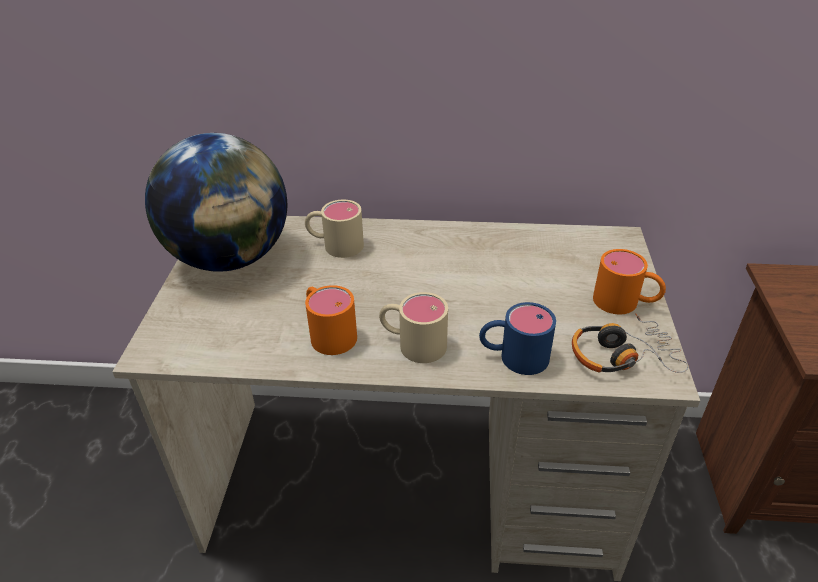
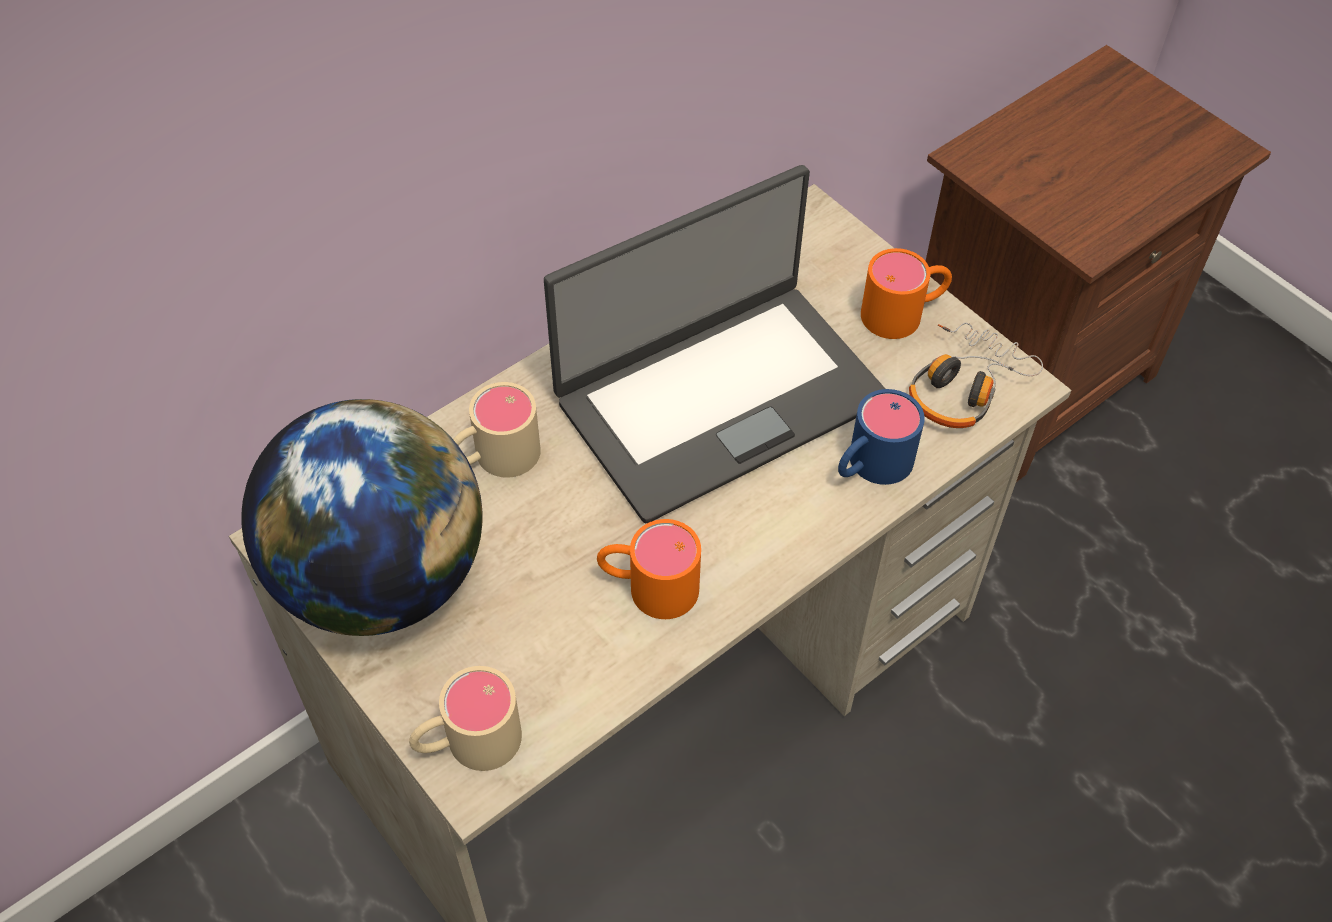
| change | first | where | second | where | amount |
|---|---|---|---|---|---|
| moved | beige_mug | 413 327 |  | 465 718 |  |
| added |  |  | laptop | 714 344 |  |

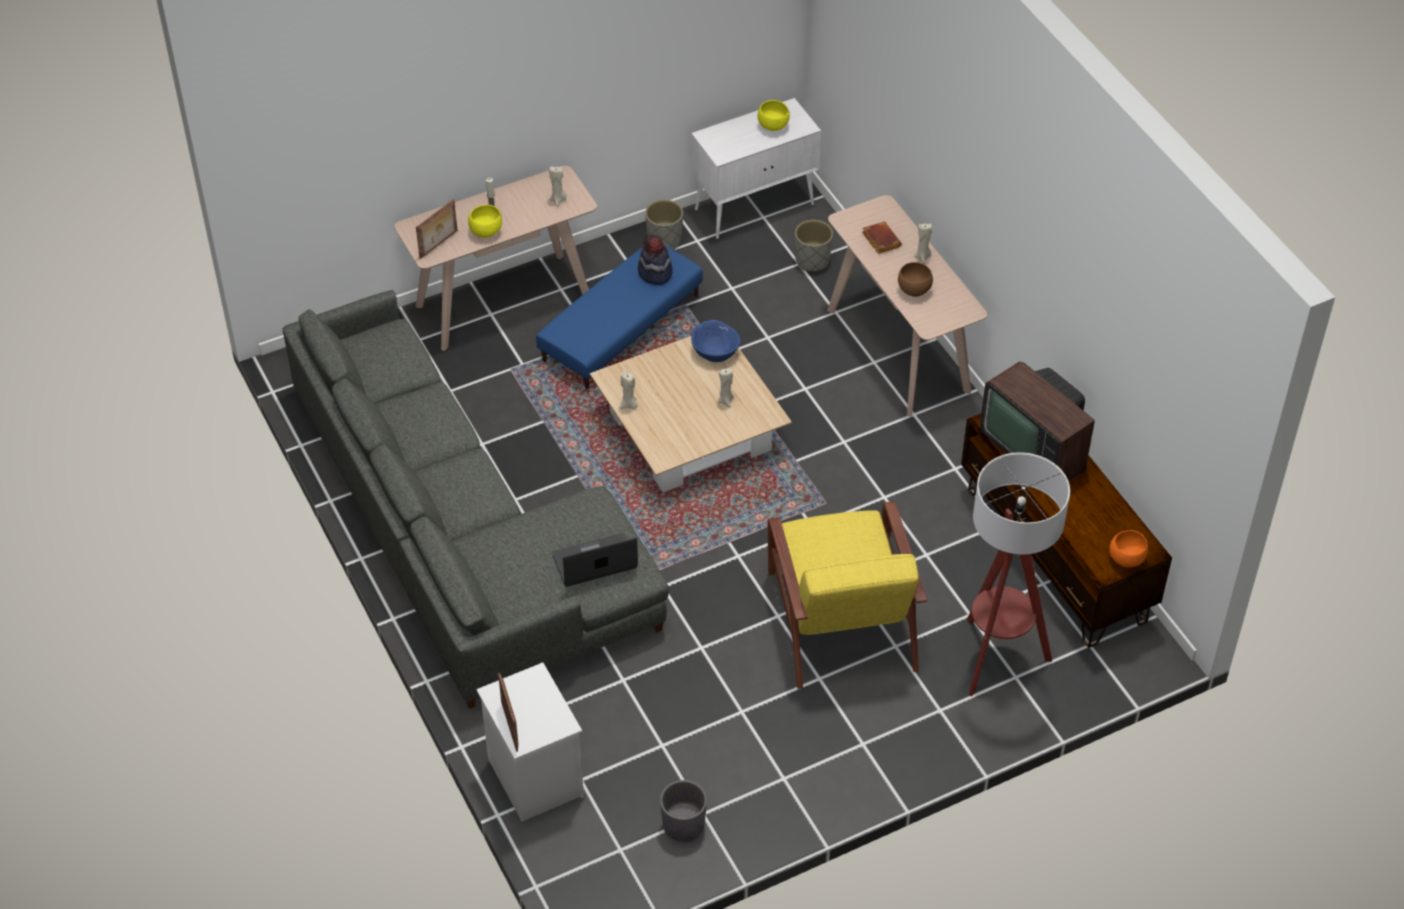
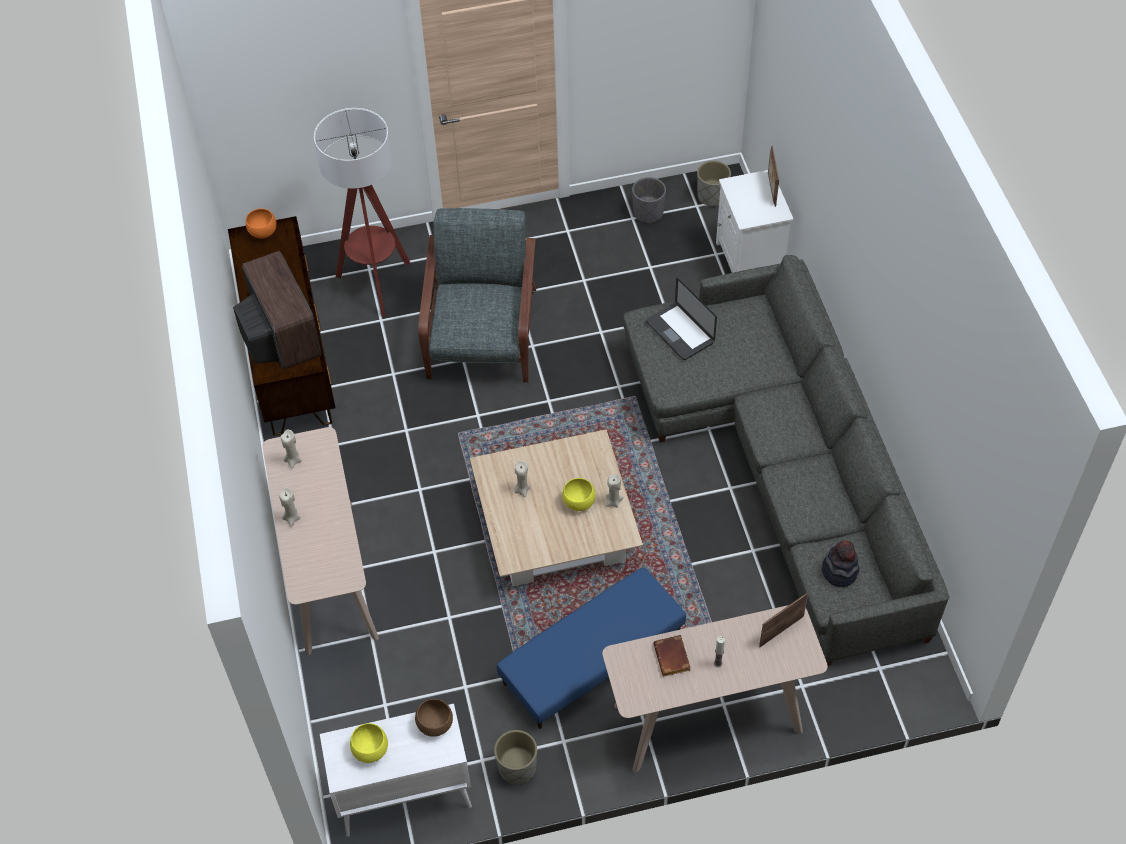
| change | first | where | second | where | amount |
|---|---|---|---|---|---|
| moved | beige_candle | 558 186 |  | 291 449 |  |
| moved | yellow_bowl | 485 221 |  | 579 494 |  |
| moved | grey_planter | 814 245 |  | 714 183 |  |
| moved | brown_book | 882 238 |  | 672 655 |  |
| moved | hat | 655 259 |  | 840 563 |  |
| moved | brown_bowl | 915 279 |  | 434 718 |  |
| removed | blue_bowl | 715 341 |  |  |  |
| recoloured | yellow_armchair | 847 595 | grey_armchair | 477 295 |  |
| turned | laptop | 595 560 |  | 681 319 | 60 degrees clockwise |

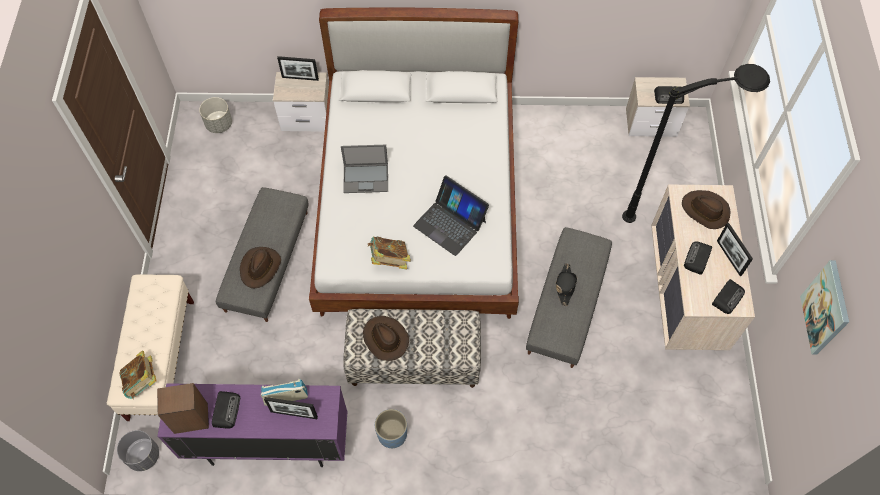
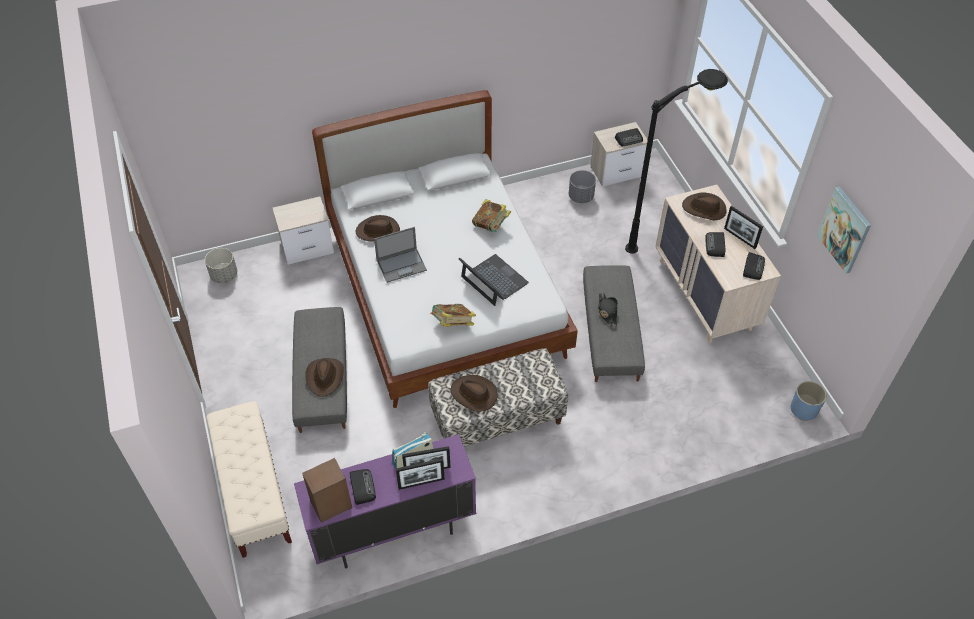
| change | first | where | second | where | amount |
|---|---|---|---|---|---|
| moved | picture_frame | 298 68 |  | 420 474 |  |
| turned | laptop | 451 215 |  | 493 280 | 150 degrees counterclockwise |
| moved | book | 138 374 |  | 491 215 |  |
| moved | blue_planter | 391 428 |  | 809 401 |  |
| moved | grey_planter | 138 450 |  | 582 186 |  |
| added |  |  | brown_hat | 377 228 |  |

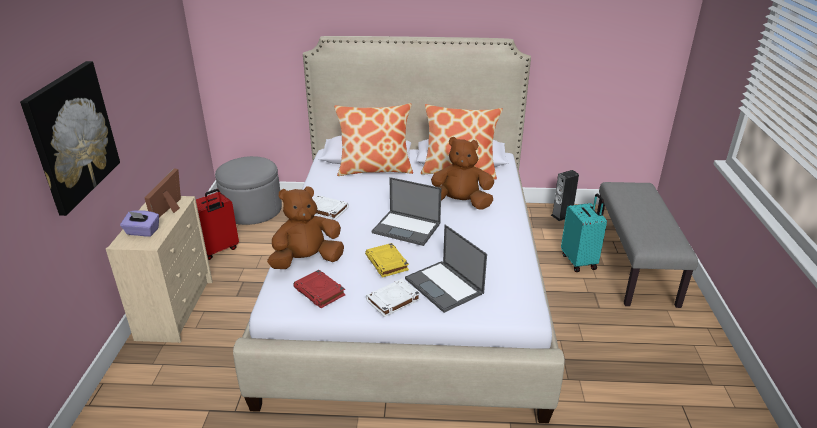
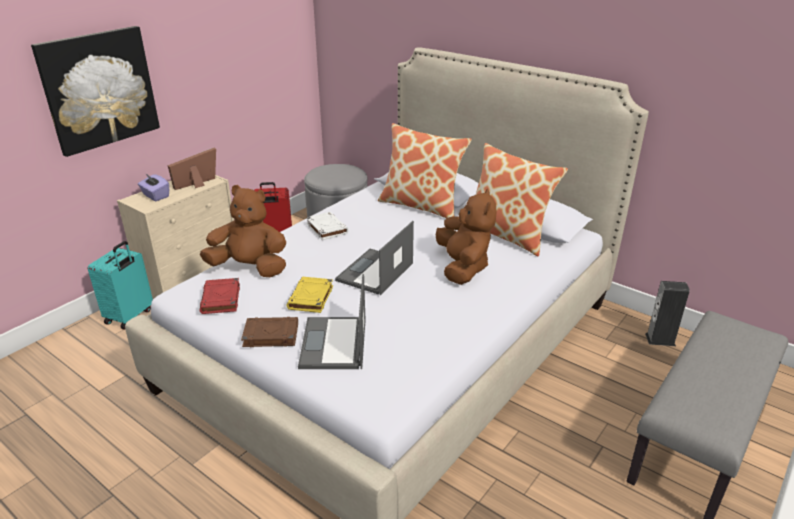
| change | first | where | second | where | amount |
|---|---|---|---|---|---|
| turned | brown_plush_toy | 462 173 |  | 466 237 | 45 degrees clockwise |
| turned | laptop | 406 211 |  | 374 258 | 60 degrees clockwise |
| moved | turquoise_suitcase | 584 233 |  | 120 285 |  |
| recoloured | white_book | 393 298 | brown_book | 269 332 |  |

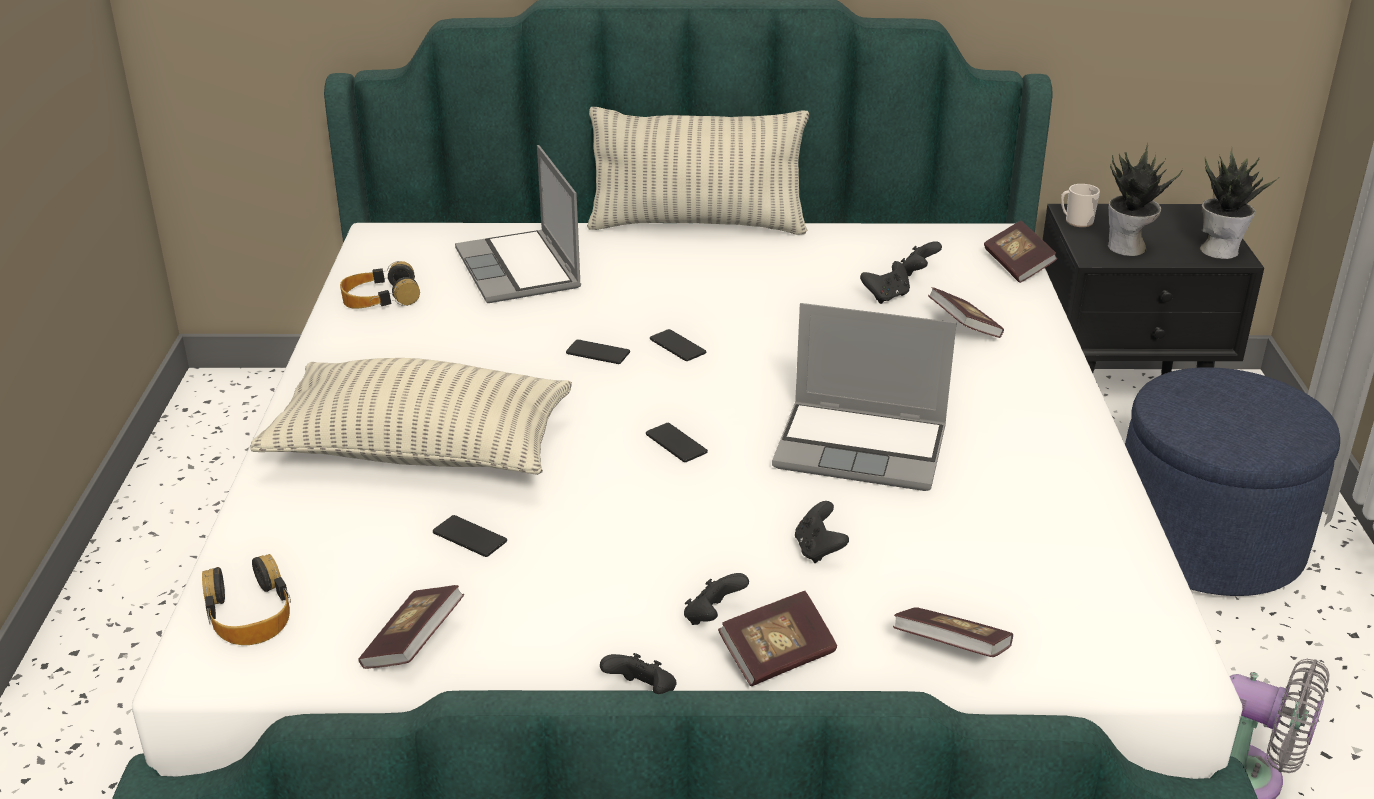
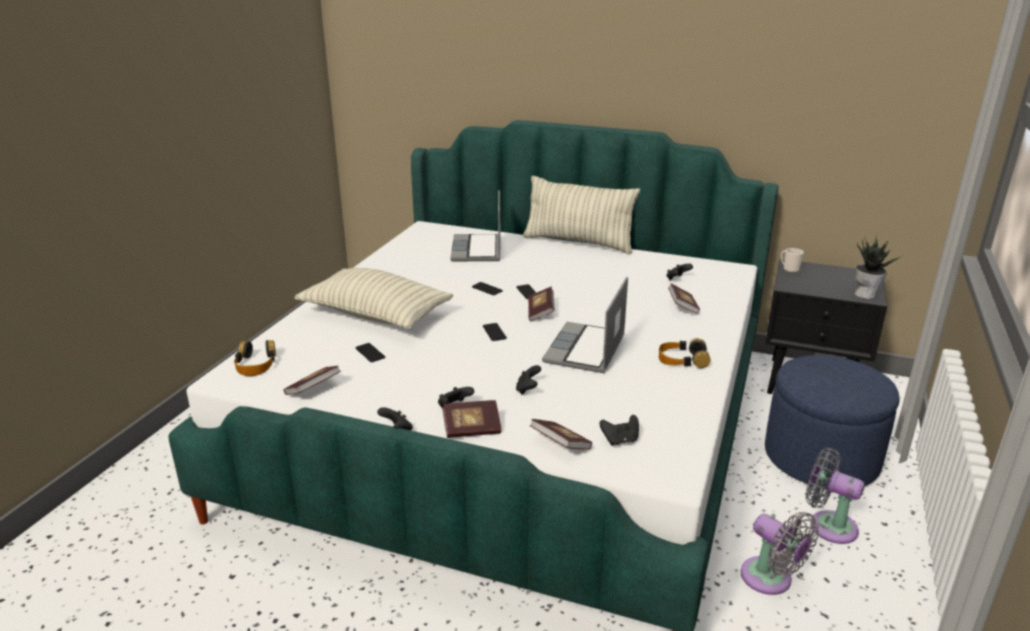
| change | first | where | second | where | amount |
|---|---|---|---|---|---|
| removed | potted_plant | 1145 199 |  |  |  |
| moved | book | 1021 252 |  | 541 303 |  |
| moved | headphones | 380 285 |  | 685 353 |  |
| moved | black_game_controller | 885 282 |  | 619 430 |  |
| turned | laptop | 864 397 |  | 585 325 | 75 degrees clockwise |
| added |  |  | grey_fan | 835 496 |  |

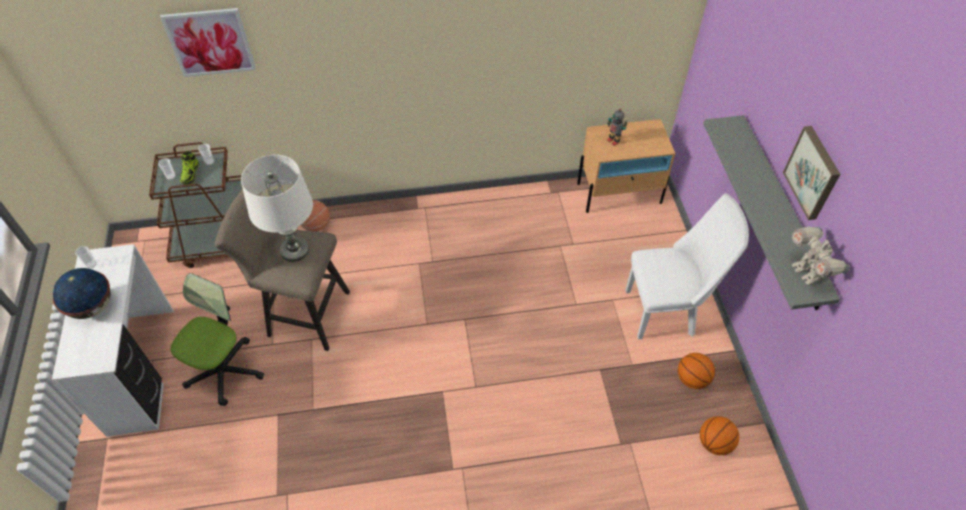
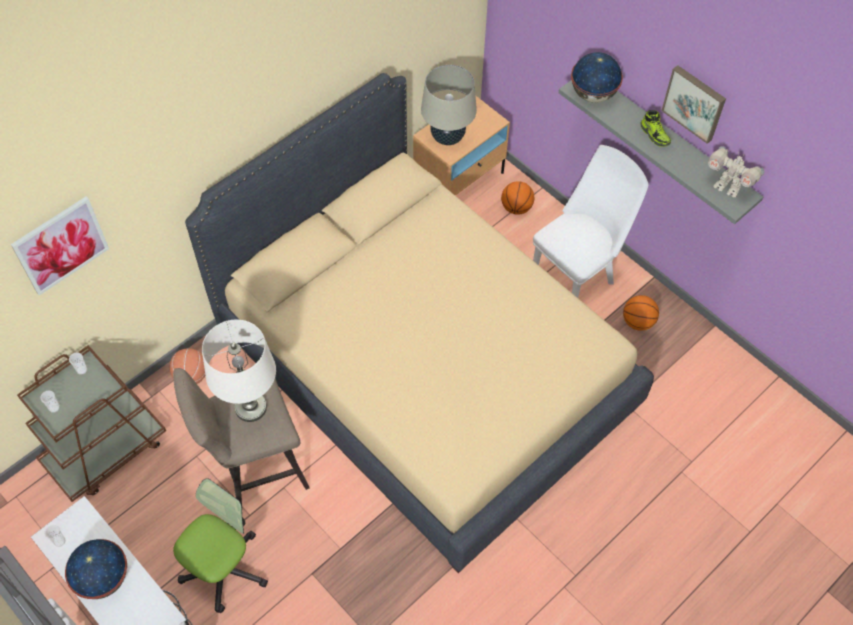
| change | first | where | second | where | amount |
|---|---|---|---|---|---|
| replaced | toy_robot | 617 127 | beige_table_lamp | 449 105 |  |
| moved | shoe | 189 168 |  | 655 128 |  |
| turned | office_chair | 217 339 |  | 220 545 | 45 degrees clockwise |
| moved | basketball | 719 435 |  | 517 198 |  |
| added |  |  | globe | 597 77 |  |
| added |  |  | beige_bed | 419 323 |  |

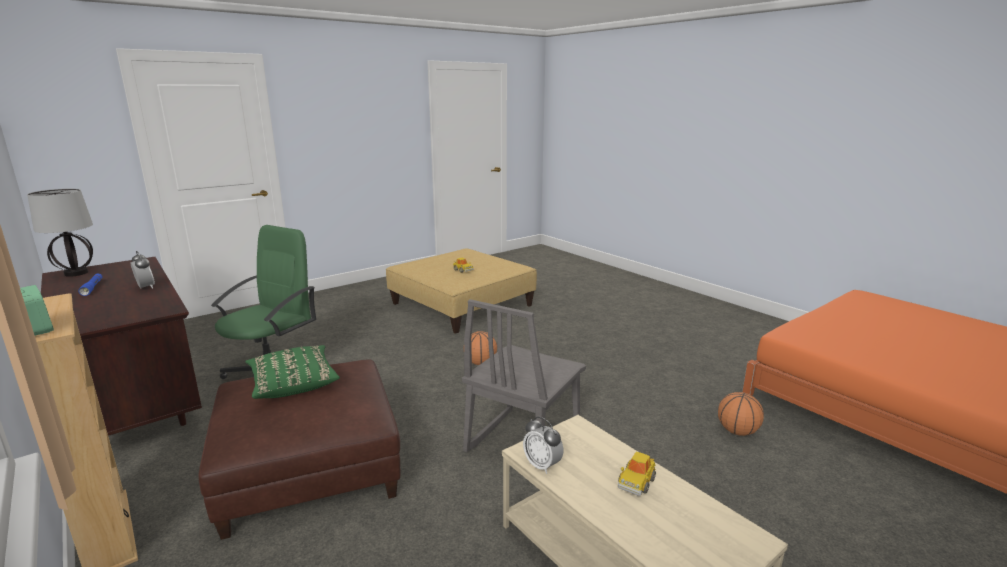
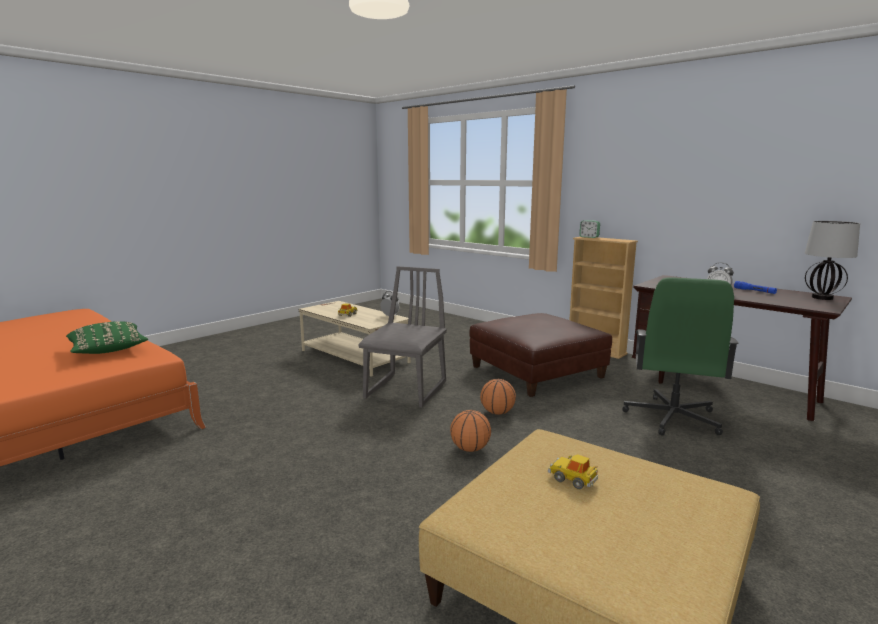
| change | first | where | second | where | amount |
|---|---|---|---|---|---|
| moved | green_pillow | 293 372 |  | 107 337 |  |
| moved | basketball | 741 414 |  | 498 397 |  |

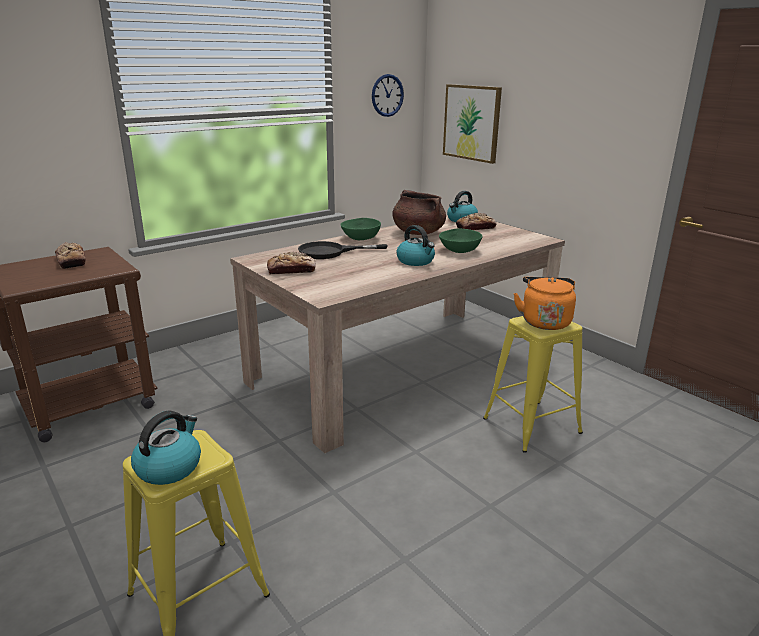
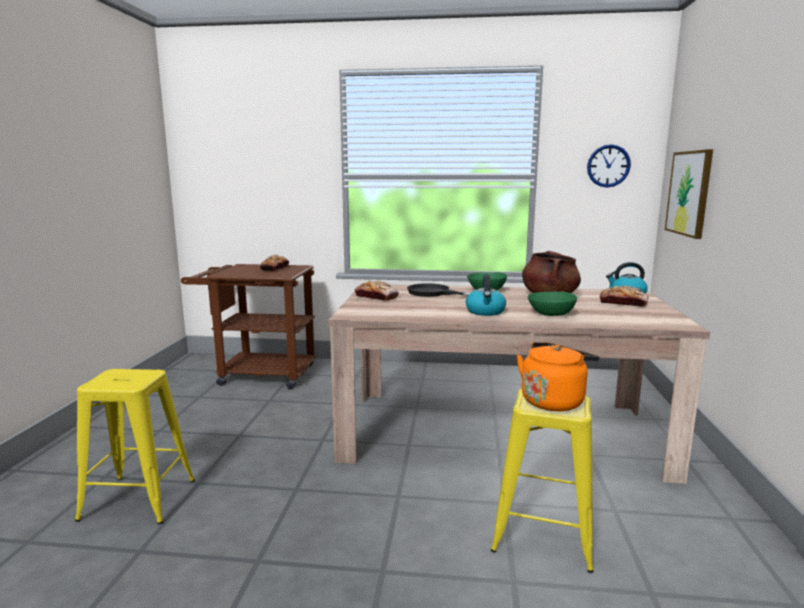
| change | first | where | second | where | amount |
|---|---|---|---|---|---|
| removed | kettle | 166 447 |  |  |  |

